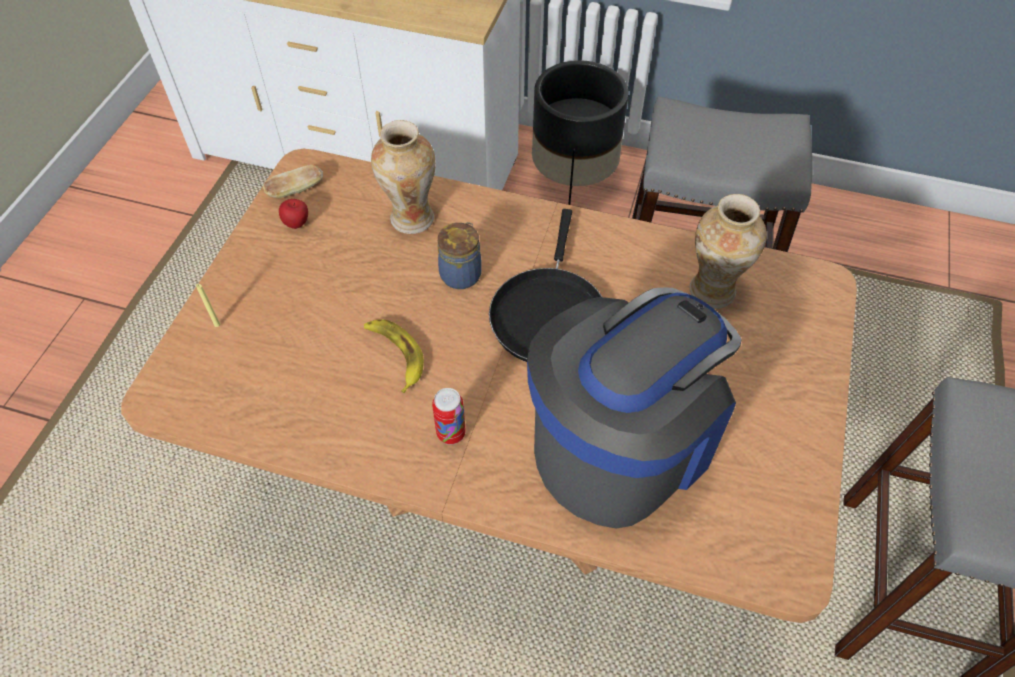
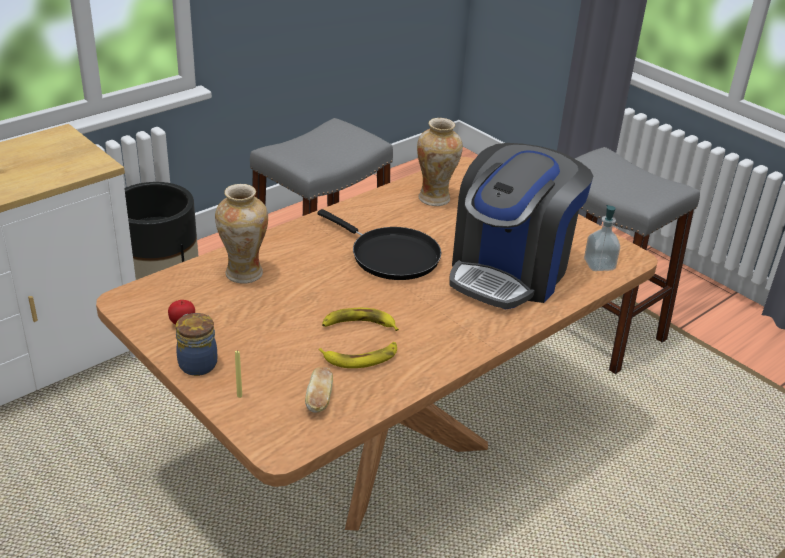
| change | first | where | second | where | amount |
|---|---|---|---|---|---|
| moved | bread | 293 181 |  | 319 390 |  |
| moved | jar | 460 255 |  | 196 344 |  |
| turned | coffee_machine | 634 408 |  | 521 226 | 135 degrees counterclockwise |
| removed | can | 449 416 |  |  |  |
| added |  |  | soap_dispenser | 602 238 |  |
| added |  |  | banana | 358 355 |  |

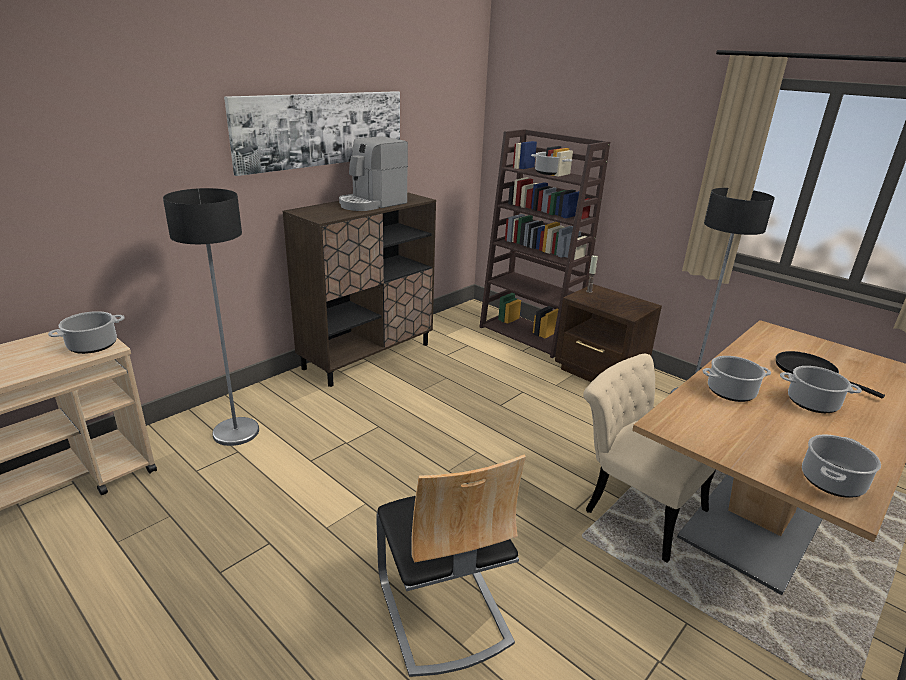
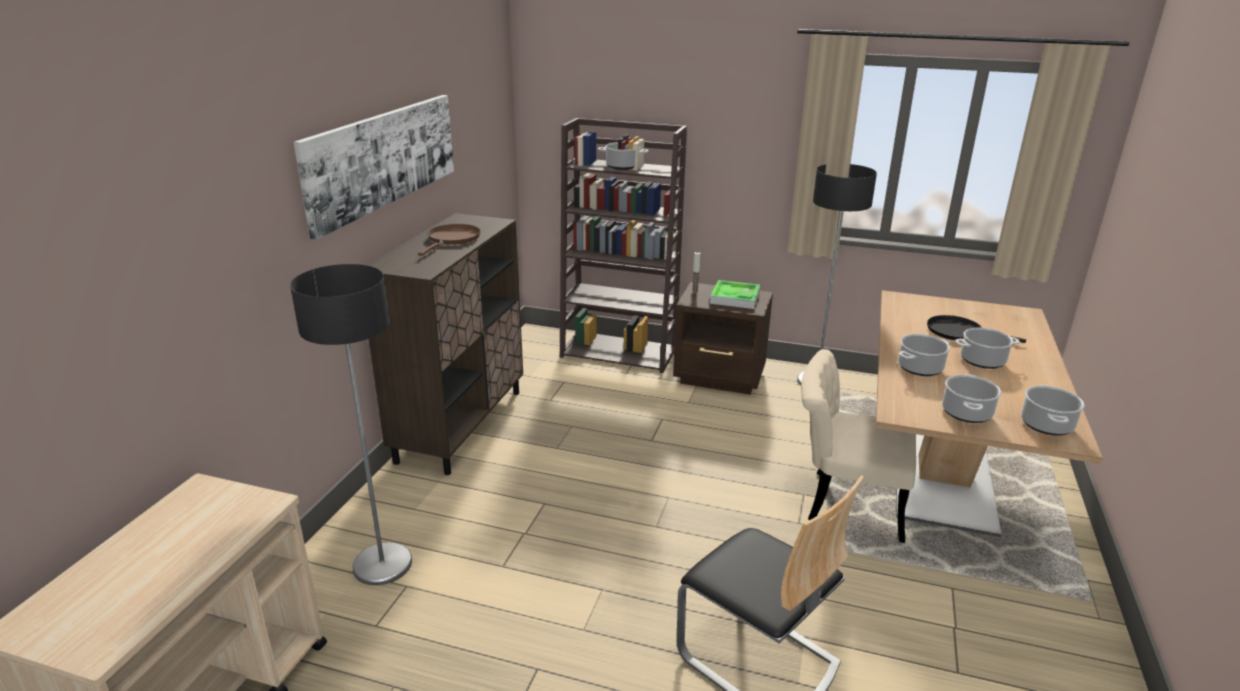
| change | first | where | second | where | amount |
|---|---|---|---|---|---|
| replaced | coffee_machine | 373 173 | brown_frying_pan | 449 240 |  |
| moved | cooking_pot | 86 332 |  | 971 398 |  |
| added |  |  | tray | 735 294 |  |

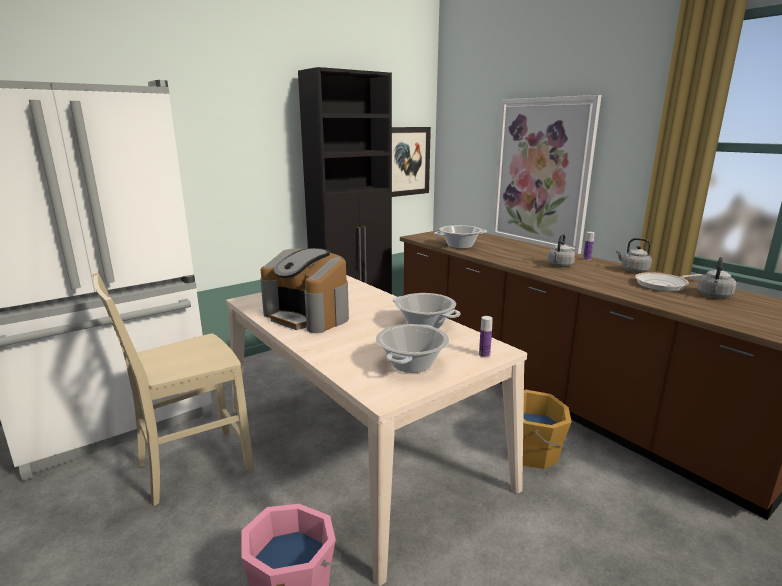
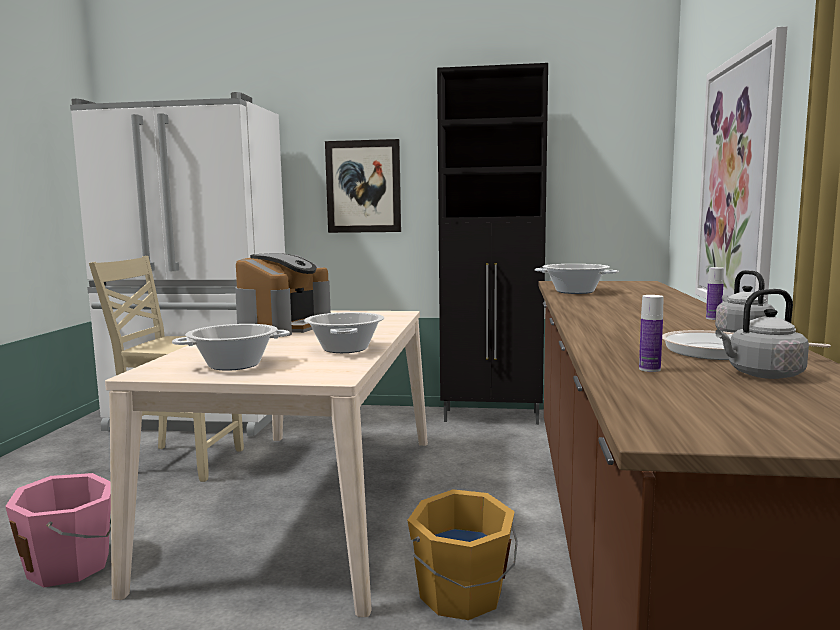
| change | first | where | second | where | amount |
|---|---|---|---|---|---|
| moved | picture | 411 162 |  | 363 186 |  |
| removed | grey_kettle | 561 250 |  |  |  |
| turned | coffee_machine | 304 290 |  | 283 295 | 150 degrees counterclockwise |
| moved | bottle | 486 337 |  | 651 333 |  |

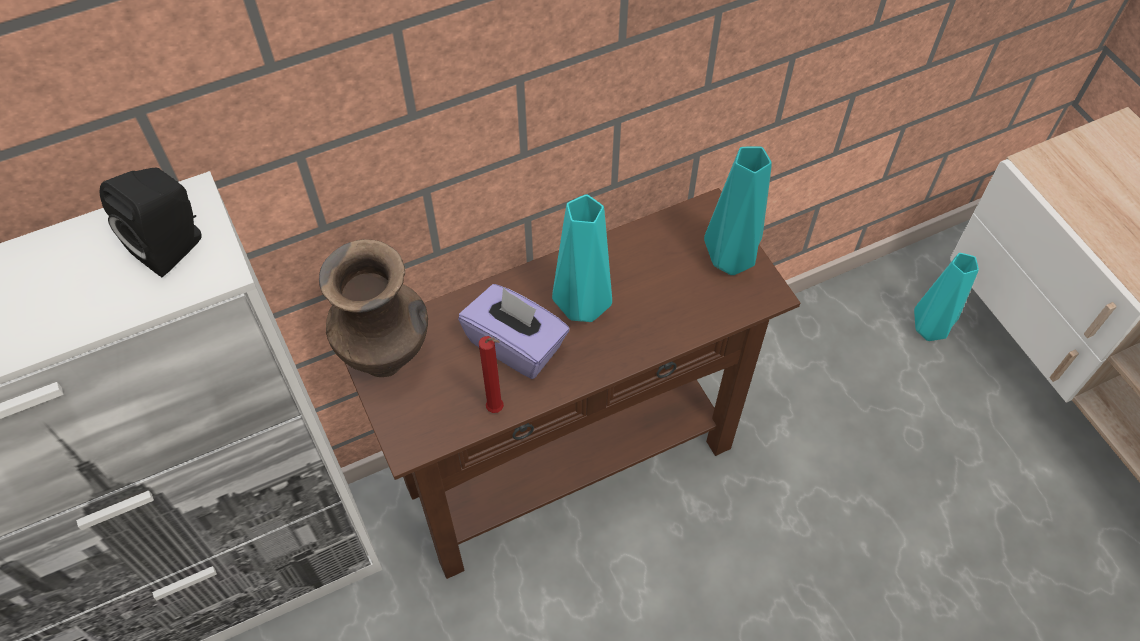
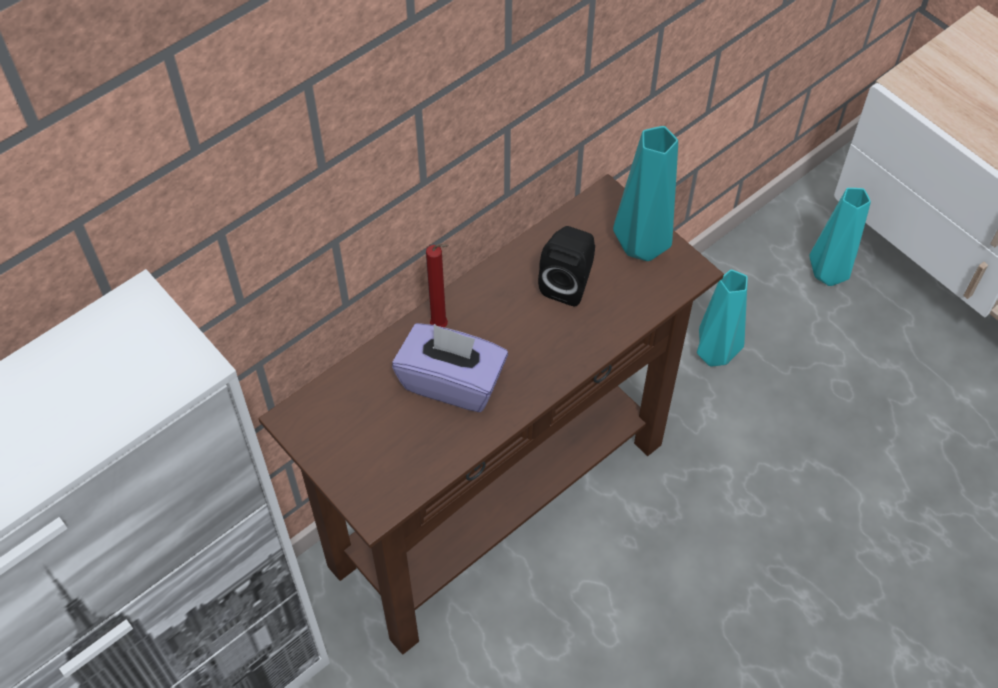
| change | first | where | second | where | amount |
|---|---|---|---|---|---|
| moved | black_speaker | 151 222 |  | 566 266 |  |
| moved | turquoise_vase | 582 258 |  | 722 318 |  |
| removed | brown_vase | 373 308 |  |  |  |
| moved | red_candle | 491 374 |  | 437 286 |  |

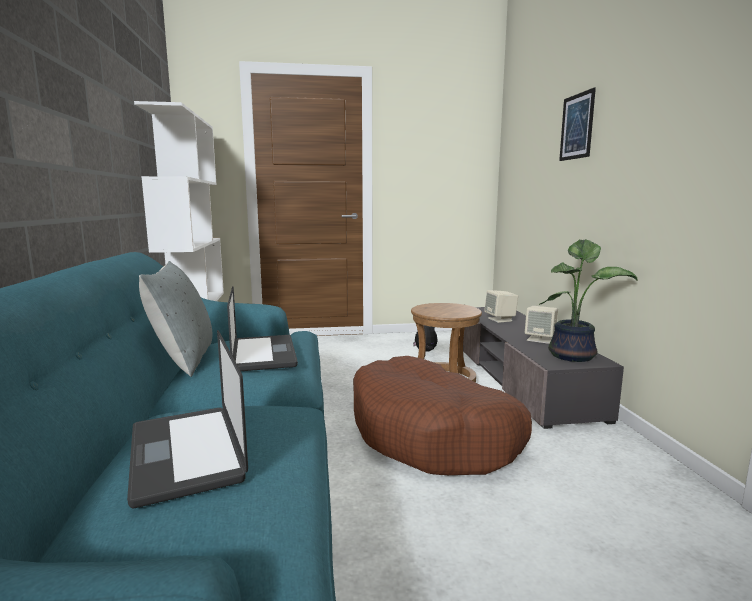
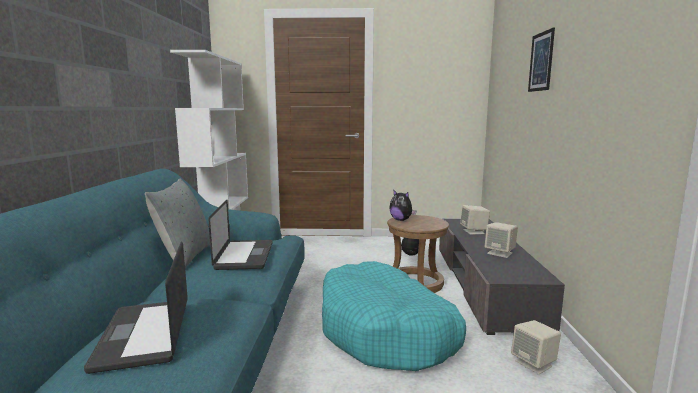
| change | first | where | second | where | amount |
|---|---|---|---|---|---|
| removed | potted_plant | 588 300 |  |  |  |
| recoloured | brown_dog_bed | 442 415 | turquoise_dog_bed | 394 316 |  |
| added |  |  | plush_toy | 402 205 |  |
| added |  |  | beige_speaker | 536 347 |  |

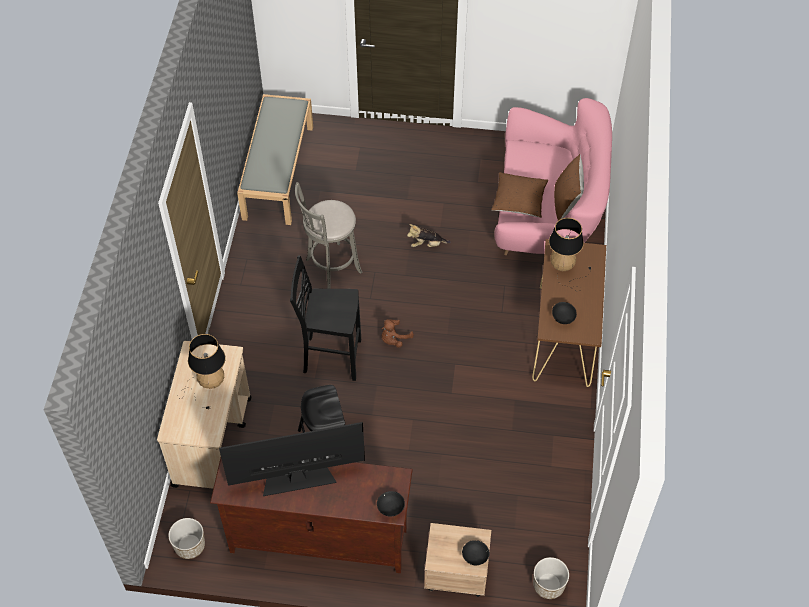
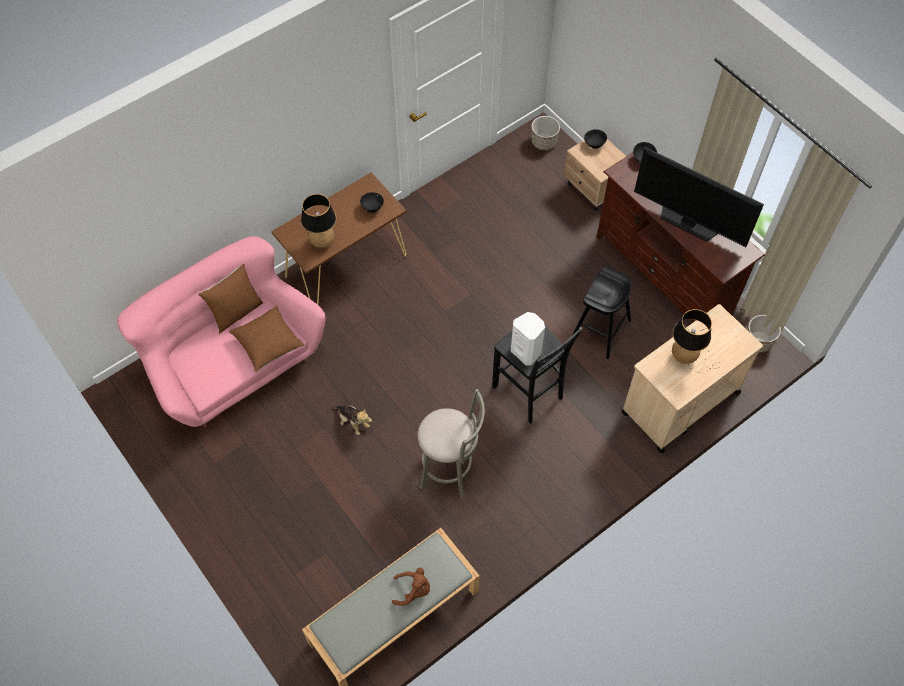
| change | first | where | second | where | amount |
|---|---|---|---|---|---|
| moved | brown_plush_toy | 398 333 |  | 411 586 |  |
| added |  |  | white_speaker | 528 339 |  |

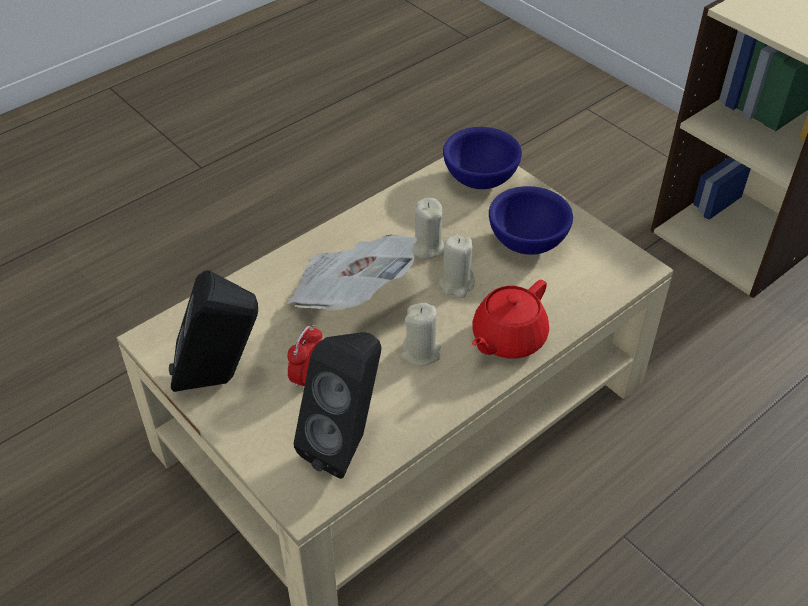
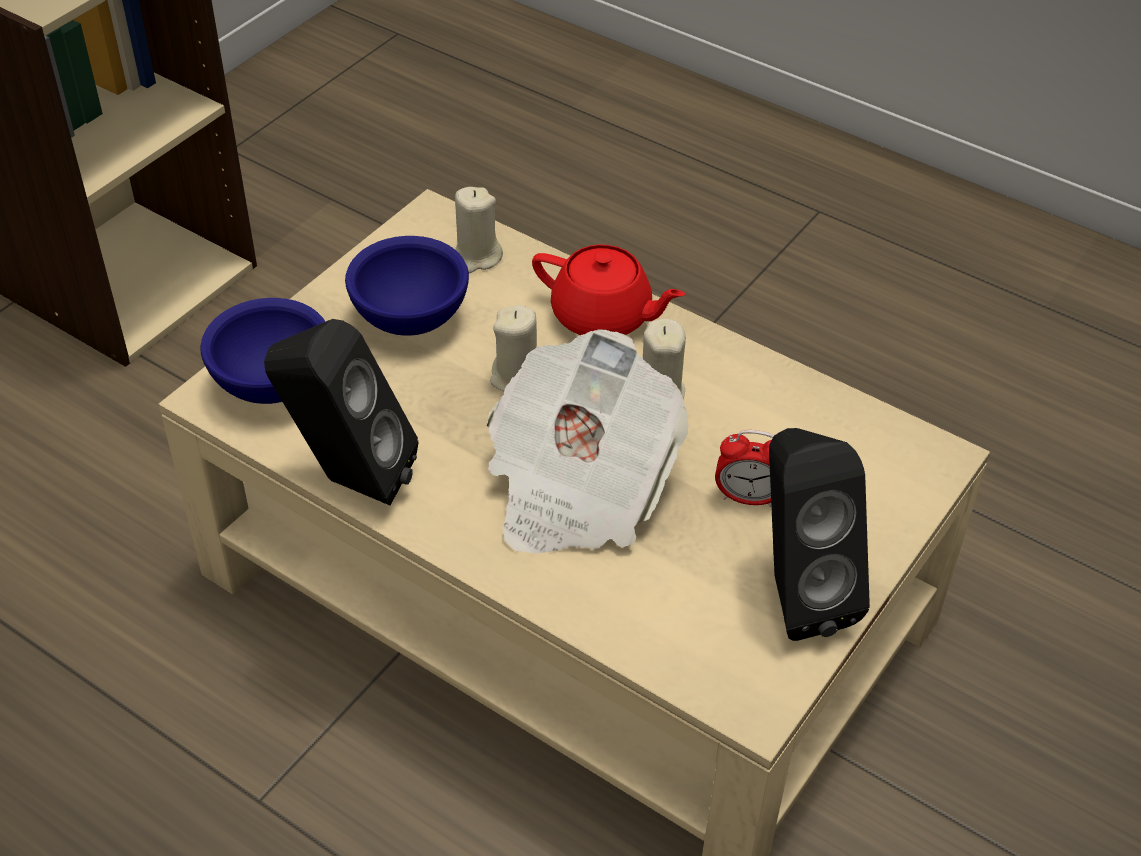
| change | first | where | second | where | amount |
|---|---|---|---|---|---|
| moved | beige_candle | 428 229 |  | 479 230 |  |
| moved | black_speaker | 338 405 |  | 341 412 |  |

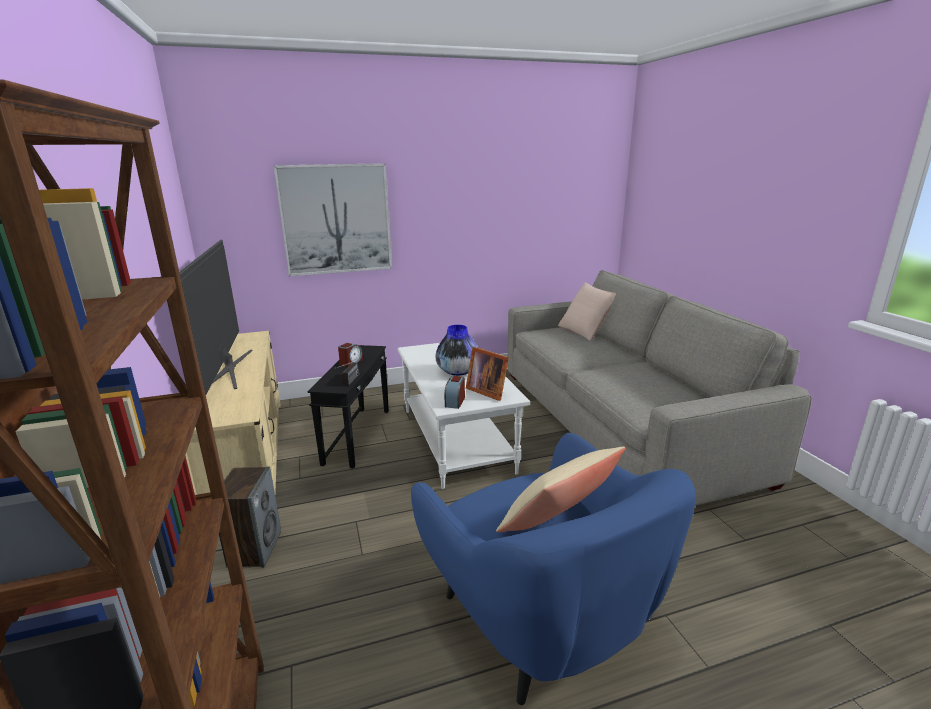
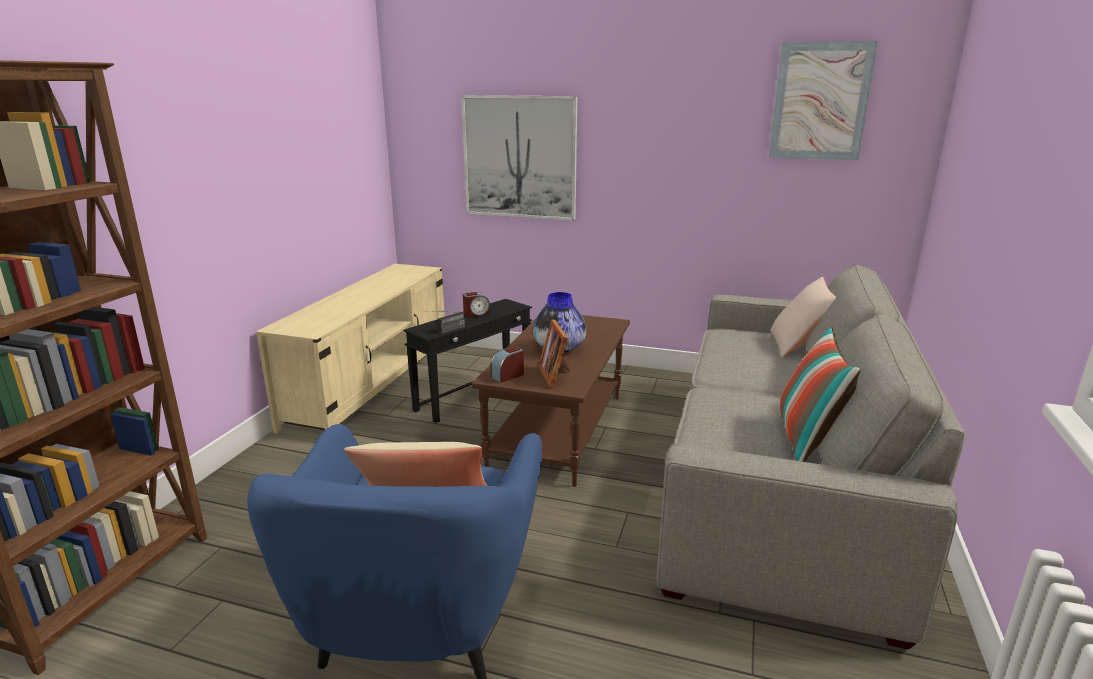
| change | first | where | second | where | amount |
|---|---|---|---|---|---|
| removed | television | 215 317 |  |  |  |
| recoloured | white_coffee_table | 464 416 | brown_coffee_table | 551 401 |  |
| removed | speaker | 250 517 |  |  |  |
| added |  |  | picture | 823 100 |  |
| added |  |  | pillow | 820 394 |  |

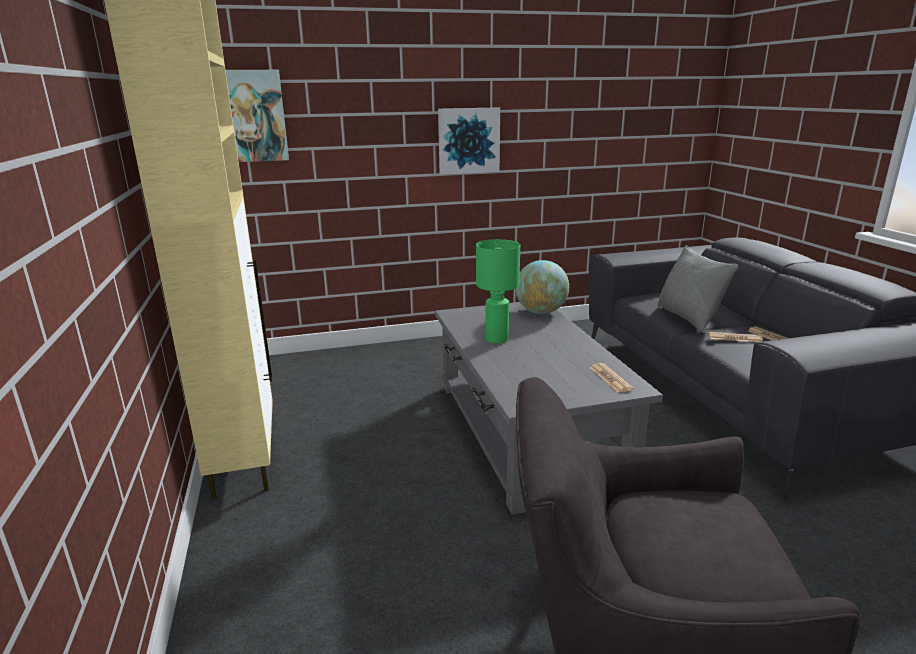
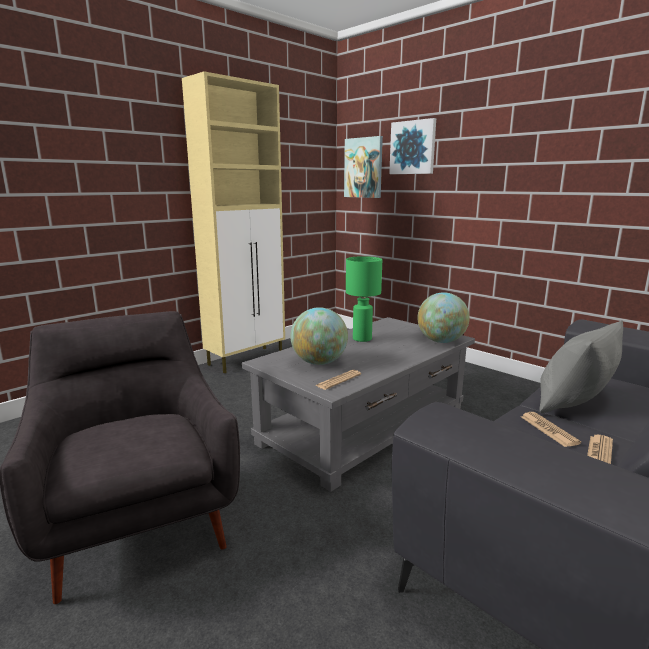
| change | first | where | second | where | amount |
|---|---|---|---|---|---|
| moved | picture | 469 141 |  | 412 146 |  |
| added |  |  | globe | 319 336 |  |

